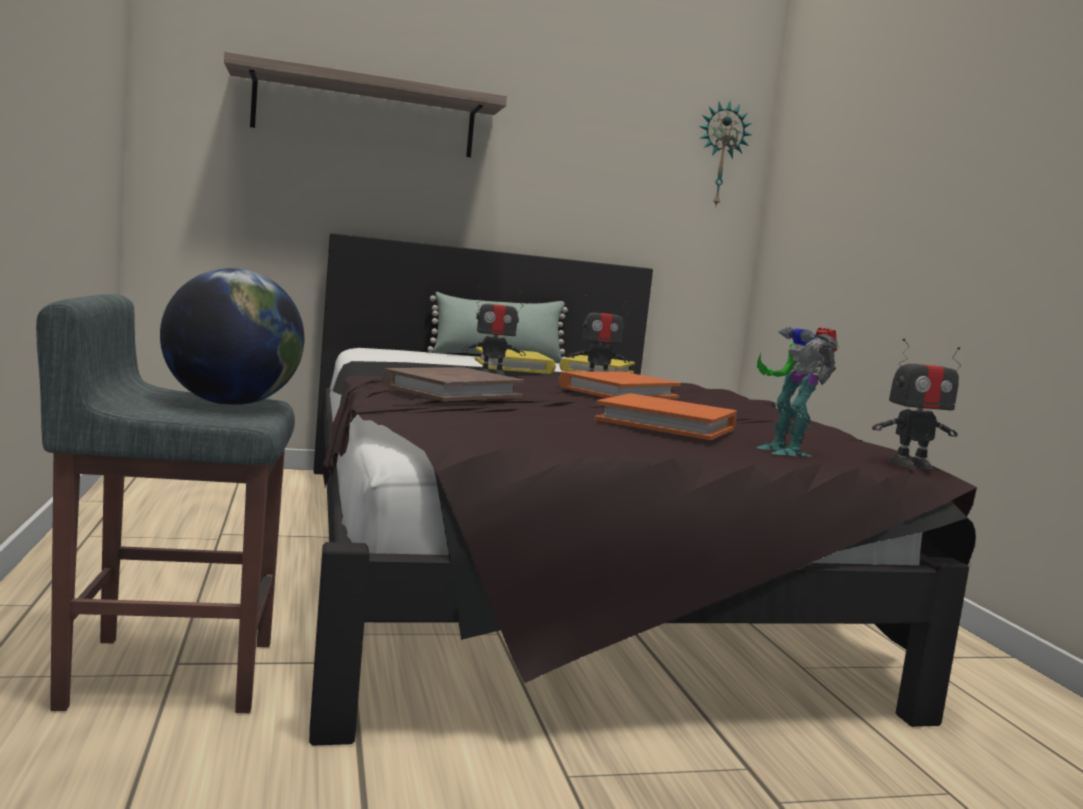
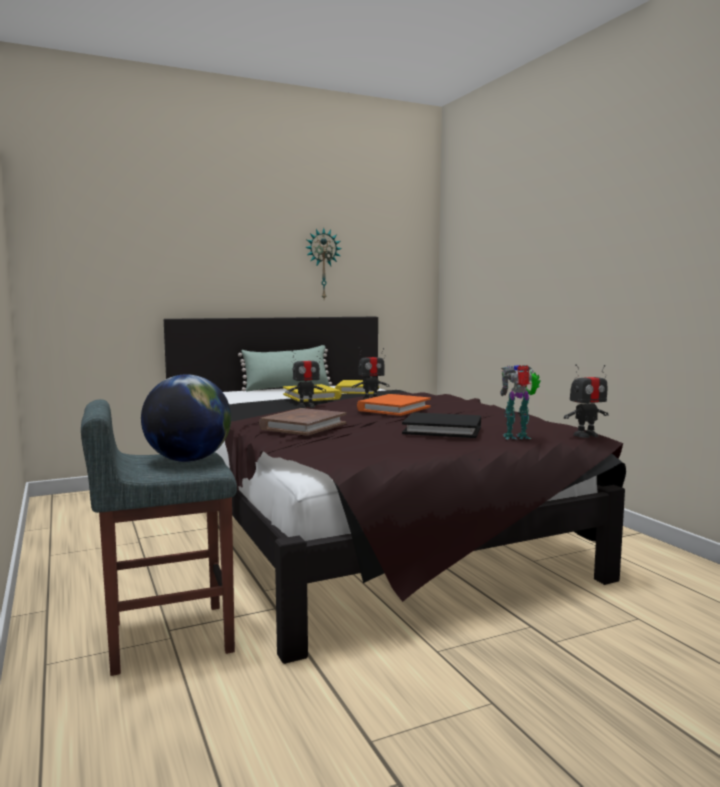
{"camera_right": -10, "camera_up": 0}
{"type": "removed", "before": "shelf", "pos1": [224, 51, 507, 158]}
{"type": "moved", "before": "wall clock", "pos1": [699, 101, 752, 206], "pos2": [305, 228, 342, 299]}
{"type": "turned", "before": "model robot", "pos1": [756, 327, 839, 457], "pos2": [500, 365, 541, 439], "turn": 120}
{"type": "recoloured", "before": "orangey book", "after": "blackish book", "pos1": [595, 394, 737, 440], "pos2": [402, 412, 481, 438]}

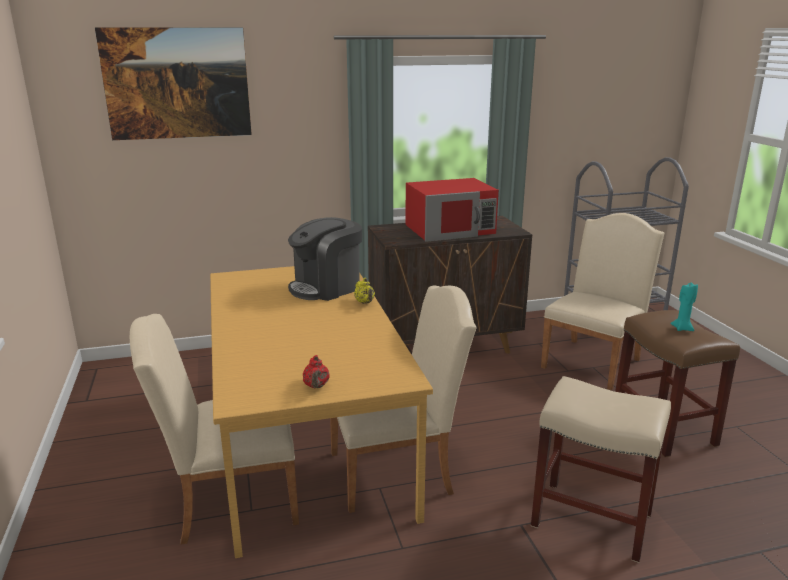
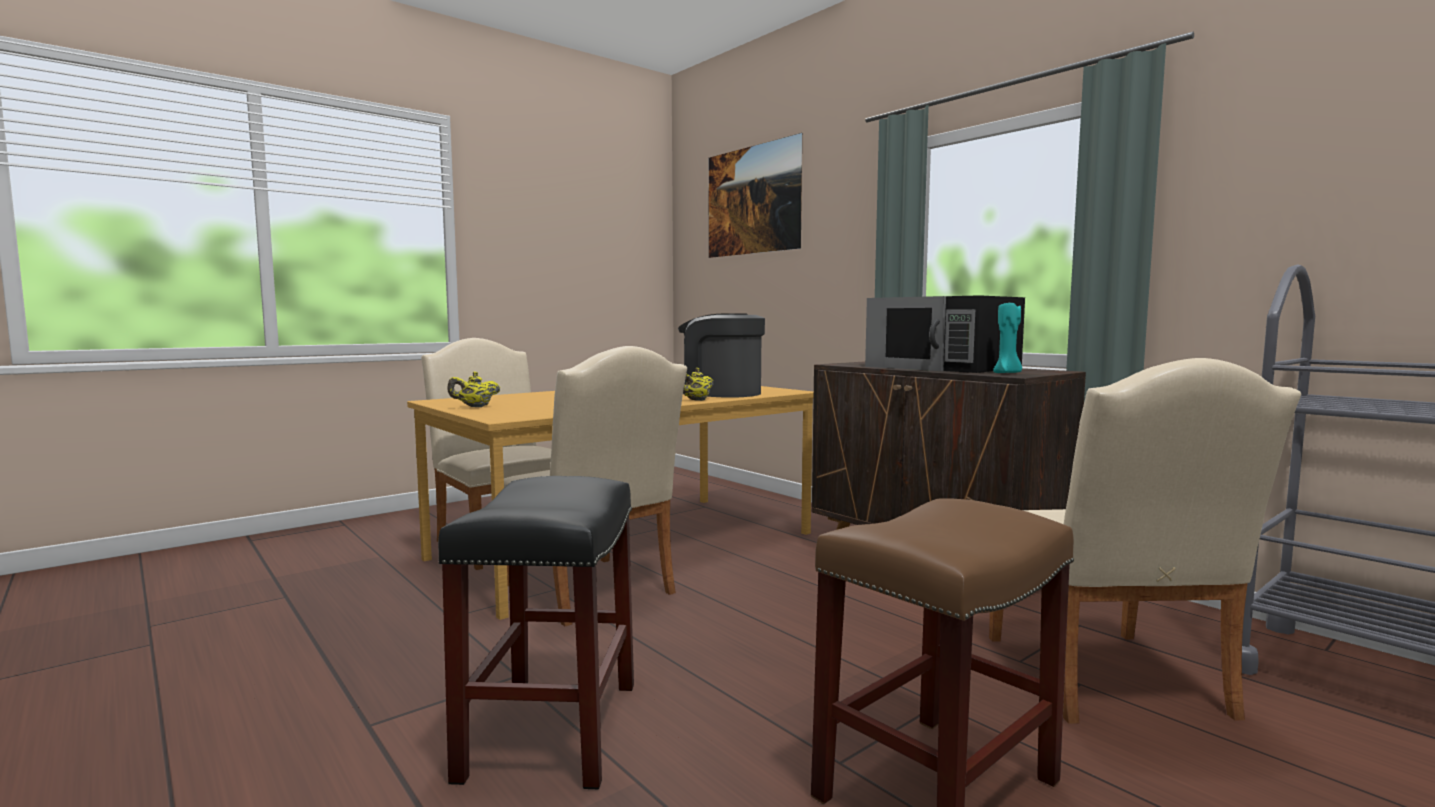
{"camera_right": 65, "camera_up": -15}
{"type": "recoloured", "before": "reddish microwave", "after": "blackish microwave", "pos1": [405, 178, 499, 242], "pos2": [865, 295, 1025, 373]}
{"type": "turned", "before": "beige upright chair", "pos1": [541, 213, 664, 390], "pos2": [989, 358, 1301, 724], "turn": 75}
{"type": "moved", "before": "turquoise-coloured candle", "pos1": [670, 283, 698, 331], "pos2": [993, 303, 1022, 373]}
{"type": "recoloured", "before": "reddish teapot", "after": "yellow teapot", "pos1": [303, 355, 330, 388], "pos2": [448, 371, 500, 407]}
{"type": "recoloured", "before": "beige stool", "after": "blackish stool", "pos1": [531, 376, 671, 563], "pos2": [438, 476, 634, 789]}

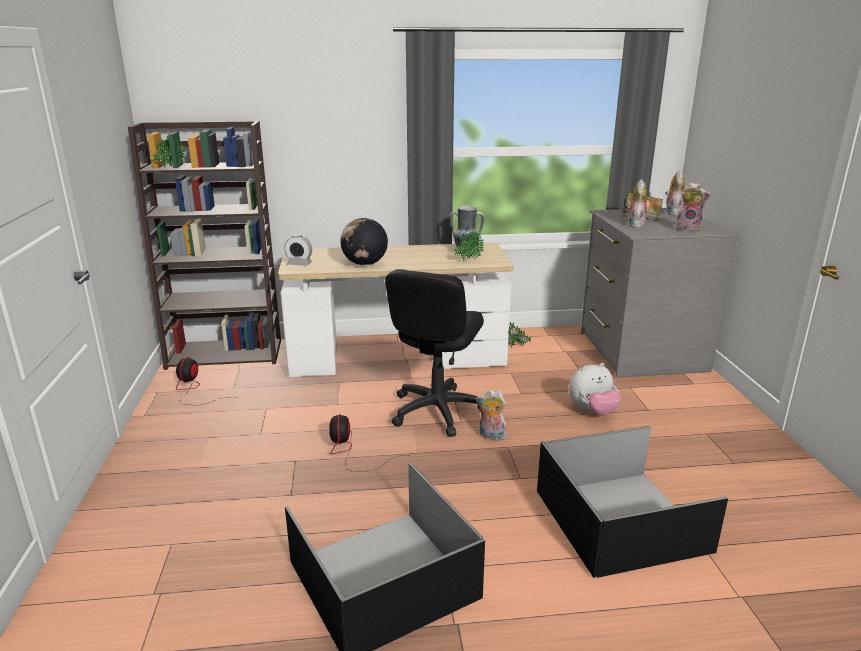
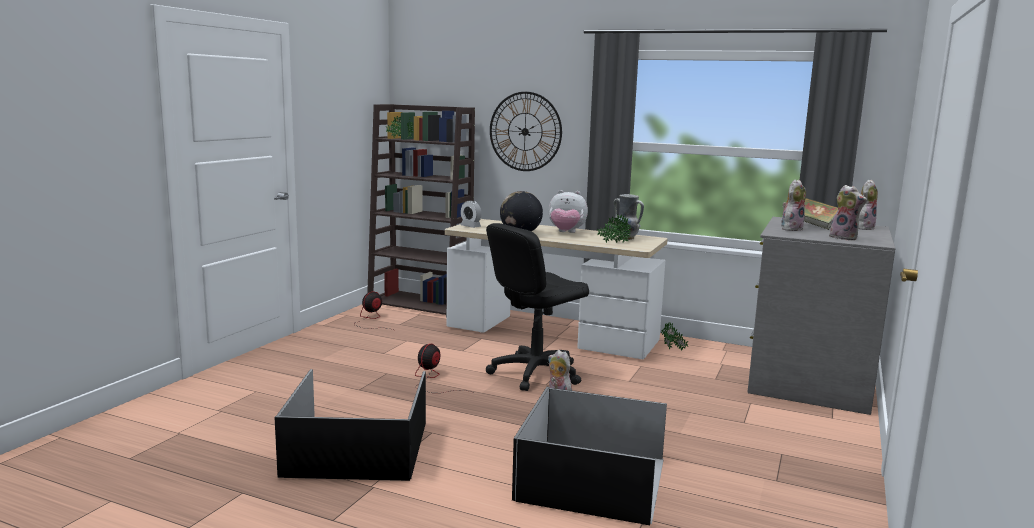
{"camera_right": 30, "camera_up": -10}
{"type": "moved", "before": "cuddly toy", "pos1": [569, 363, 621, 416], "pos2": [548, 190, 588, 233]}
{"type": "added", "after": "wall clock", "pos2": [490, 92, 562, 171]}

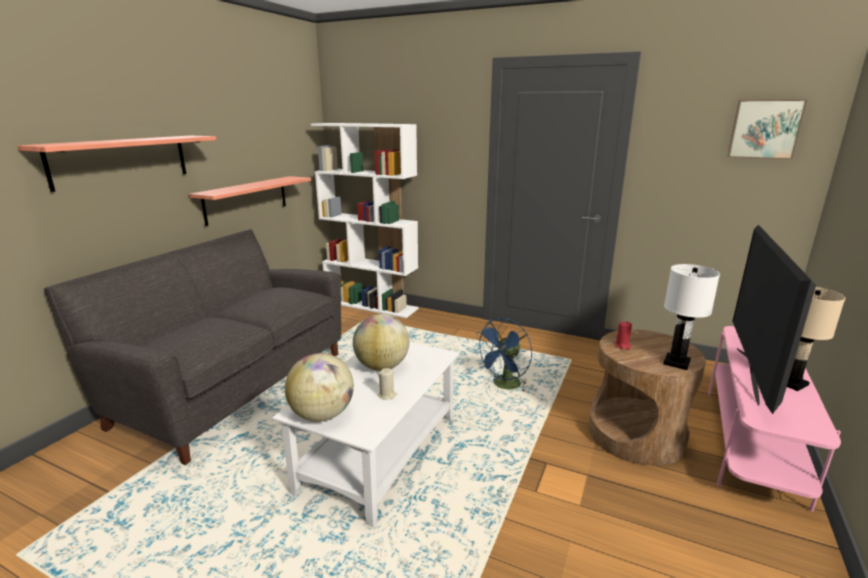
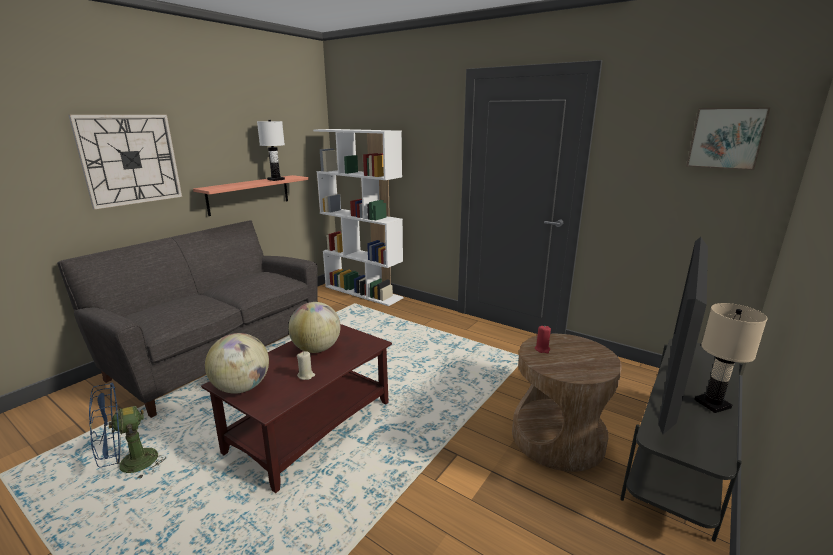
{"camera_right": 10, "camera_up": 0}
{"type": "replaced", "before": "shelf", "after": "wall clock", "pos1": [18, 136, 216, 192], "pos2": [69, 115, 182, 209]}
{"type": "moved", "before": "whitish lamp for a table", "pos1": [663, 264, 720, 370], "pos2": [257, 120, 285, 181]}
{"type": "moved", "before": "blue cooling fan", "pos1": [474, 318, 532, 392], "pos2": [89, 383, 166, 480]}
{"type": "recoloured", "before": "pinkish media console", "after": "grey media console", "pos1": [708, 326, 841, 512], "pos2": [620, 338, 743, 542]}
{"type": "recoloured", "before": "whitish coffee table", "after": "brown-coloured coffee table", "pos1": [273, 342, 459, 527], "pos2": [201, 324, 392, 493]}

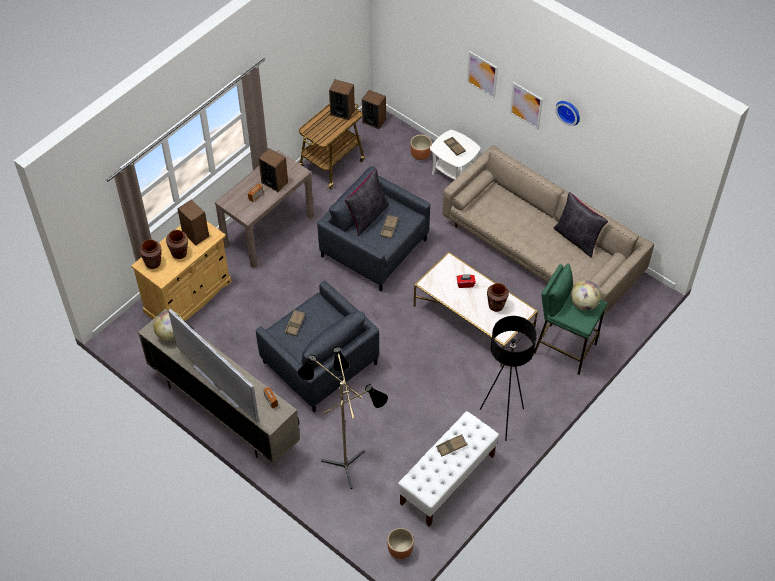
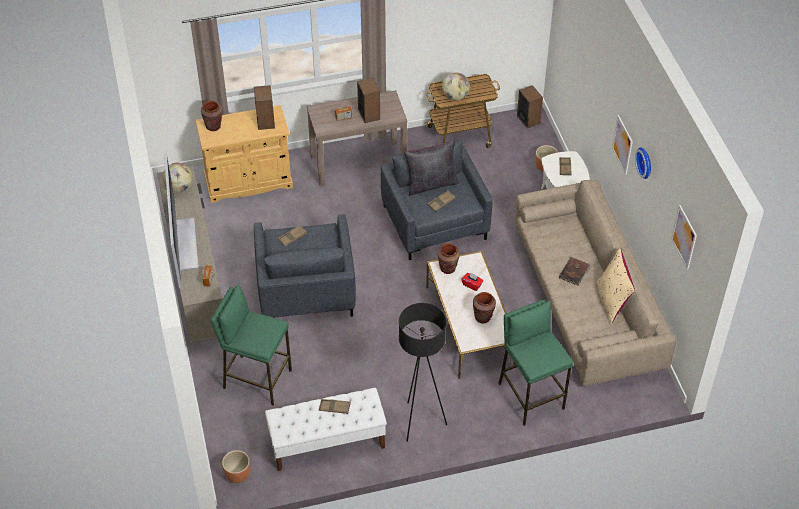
{"camera_right": 35, "camera_up": -5}
{"type": "moved", "before": "picture", "pos1": [467, 51, 498, 98], "pos2": [671, 205, 697, 270]}
{"type": "removed", "before": "loudspeaker", "pos1": [329, 79, 355, 120]}
{"type": "recoloured", "before": "blackish throw pillow", "after": "beige throw pillow", "pos1": [554, 192, 608, 257], "pos2": [597, 248, 635, 324]}
{"type": "moved", "before": "brown-coloured decorative vase", "pos1": [166, 230, 188, 259], "pos2": [438, 243, 460, 274]}
{"type": "moved", "before": "globe", "pos1": [571, 281, 601, 311], "pos2": [442, 73, 470, 101]}
{"type": "replaced", "before": "floor lamp", "after": "green stool", "pos1": [297, 347, 388, 489], "pos2": [210, 285, 292, 405]}
{"type": "added", "after": "brown-coloured book", "pos2": [559, 257, 591, 285]}

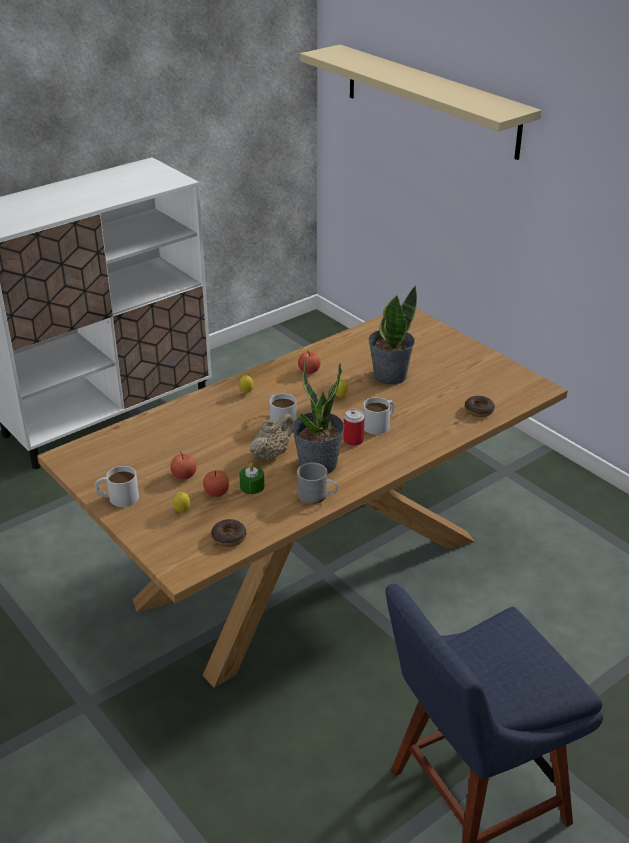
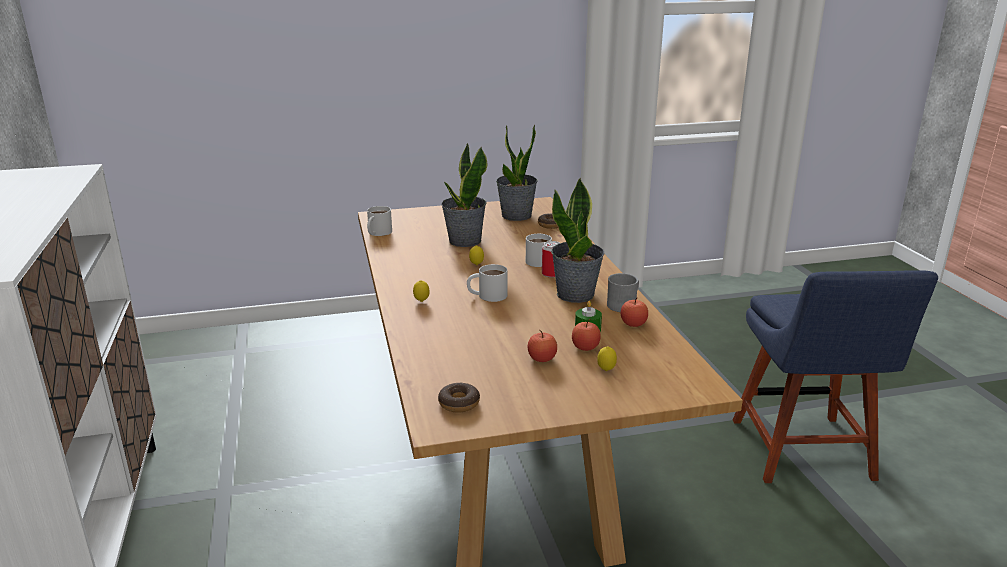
{"camera_right": -65, "camera_up": -10}
{"type": "removed", "before": "beige shelf", "pos1": [300, 45, 542, 160]}
{"type": "moved", "before": "apple fruit", "pos1": [298, 350, 320, 374], "pos2": [621, 298, 648, 327]}
{"type": "removed", "before": "beige teapot", "pos1": [250, 413, 294, 460]}
{"type": "moved", "before": "whitish coffee mug", "pos1": [95, 466, 139, 507], "pos2": [367, 206, 392, 236]}
{"type": "moved", "before": "doughnut", "pos1": [211, 519, 246, 547], "pos2": [438, 383, 480, 413]}
{"type": "added", "after": "plant in a pot", "pos2": [496, 124, 538, 221]}

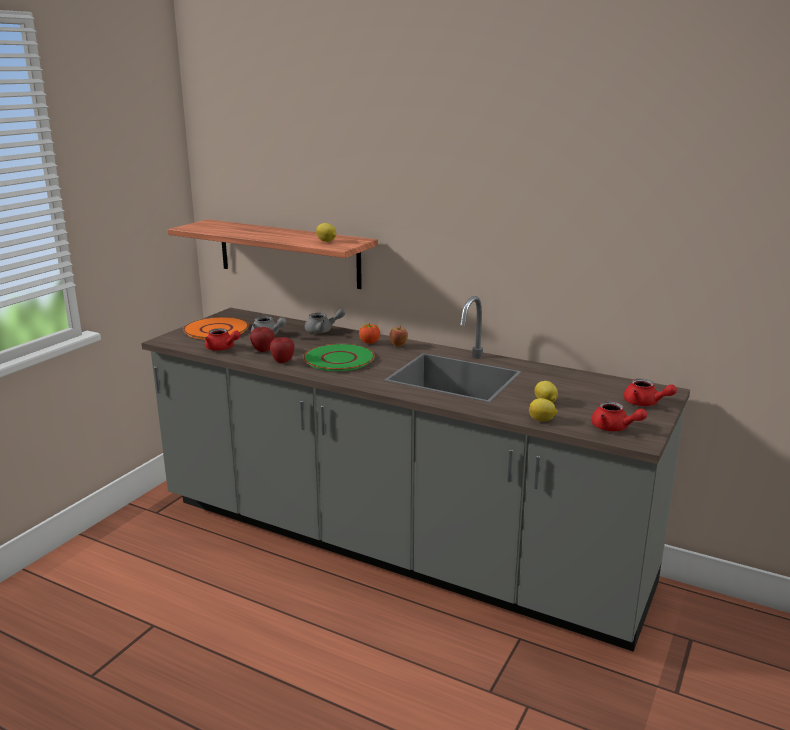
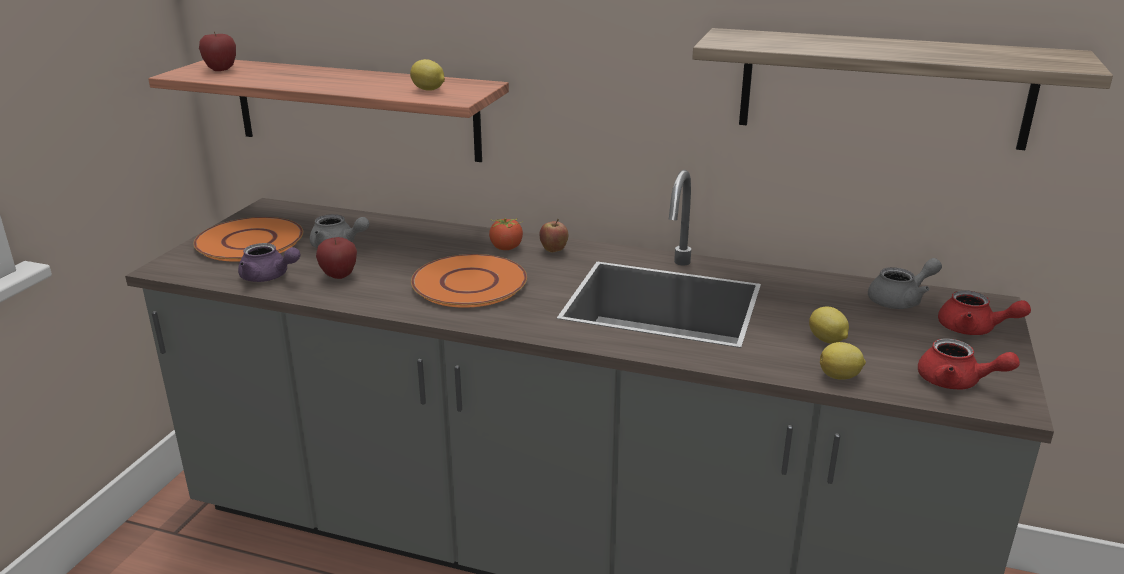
{"camera_right": -10, "camera_up": 5}
{"type": "moved", "before": "grey teapot", "pos1": [305, 309, 345, 333], "pos2": [868, 258, 942, 309]}
{"type": "recoloured", "before": "reddish teapot", "after": "purplish teapot", "pos1": [205, 328, 241, 351], "pos2": [238, 243, 301, 282]}
{"type": "moved", "before": "apple fruit", "pos1": [270, 337, 294, 363], "pos2": [199, 32, 236, 71]}
{"type": "recoloured", "before": "green dinner plate", "after": "orangey dinner plate", "pos1": [303, 344, 375, 371], "pos2": [411, 254, 527, 308]}
{"type": "added", "after": "shelf", "pos2": [692, 28, 1113, 150]}

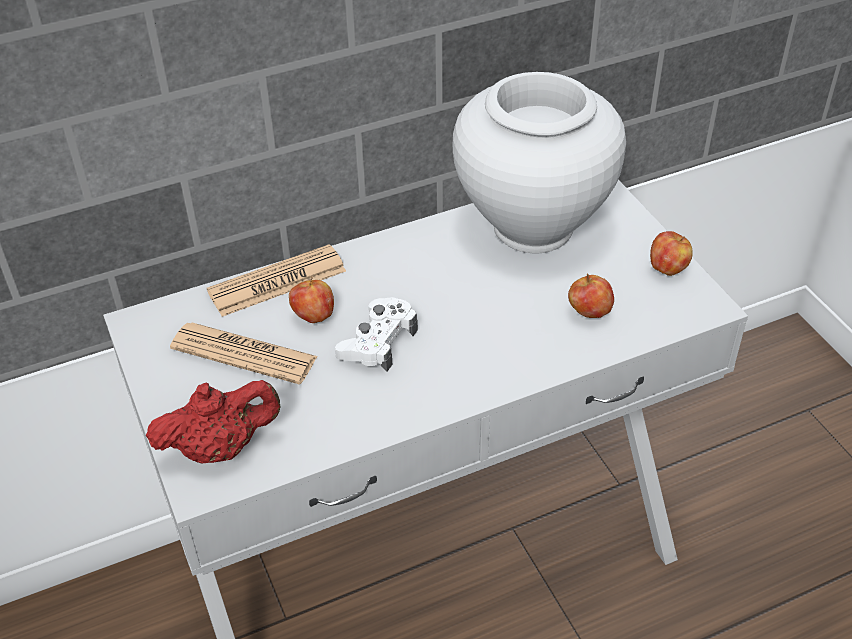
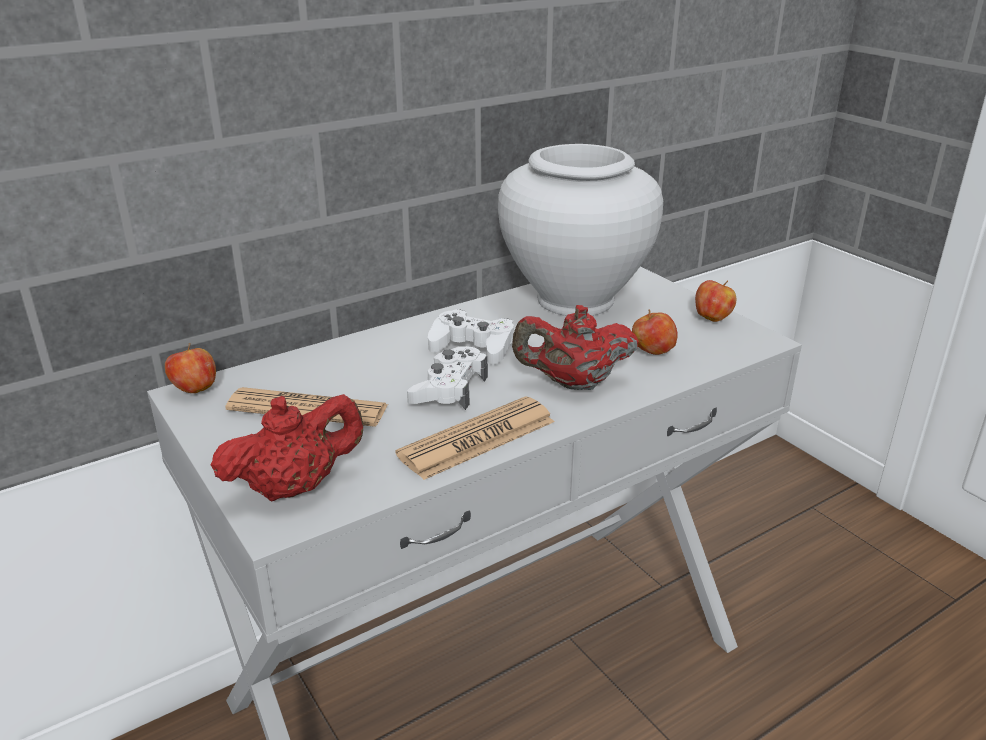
{"camera_right": -10, "camera_up": -15}
{"type": "moved", "before": "newspaper", "pos1": [207, 244, 346, 317], "pos2": [396, 396, 555, 480]}
{"type": "moved", "before": "apple fruit", "pos1": [289, 277, 334, 323], "pos2": [165, 343, 216, 393]}
{"type": "added", "after": "reddish teapot", "pos2": [512, 305, 639, 390]}
{"type": "added", "after": "whitish gamepad", "pos2": [428, 309, 514, 365]}

